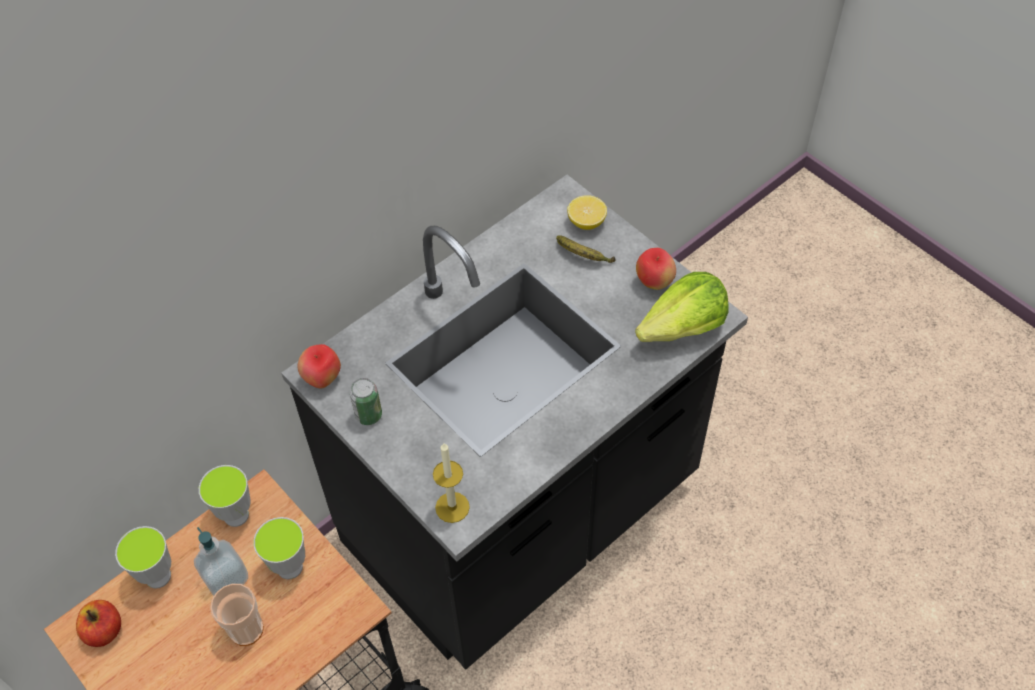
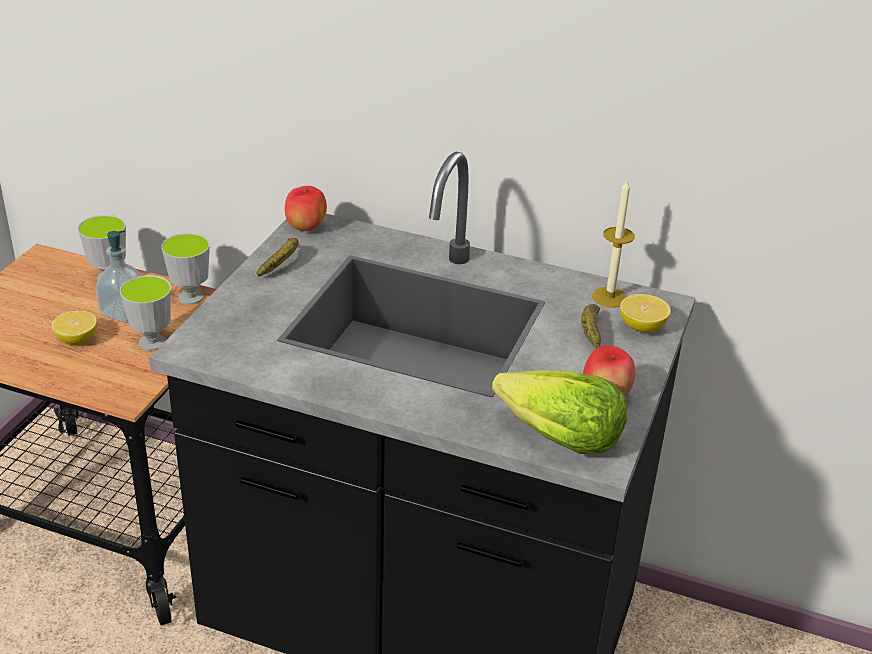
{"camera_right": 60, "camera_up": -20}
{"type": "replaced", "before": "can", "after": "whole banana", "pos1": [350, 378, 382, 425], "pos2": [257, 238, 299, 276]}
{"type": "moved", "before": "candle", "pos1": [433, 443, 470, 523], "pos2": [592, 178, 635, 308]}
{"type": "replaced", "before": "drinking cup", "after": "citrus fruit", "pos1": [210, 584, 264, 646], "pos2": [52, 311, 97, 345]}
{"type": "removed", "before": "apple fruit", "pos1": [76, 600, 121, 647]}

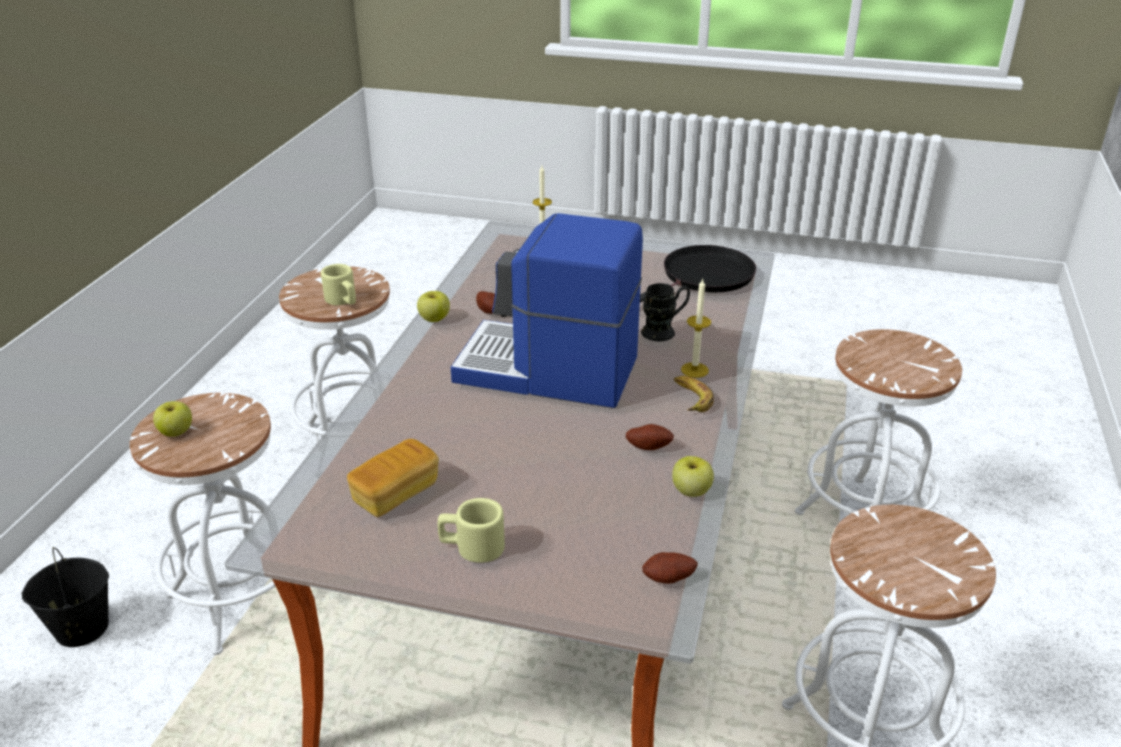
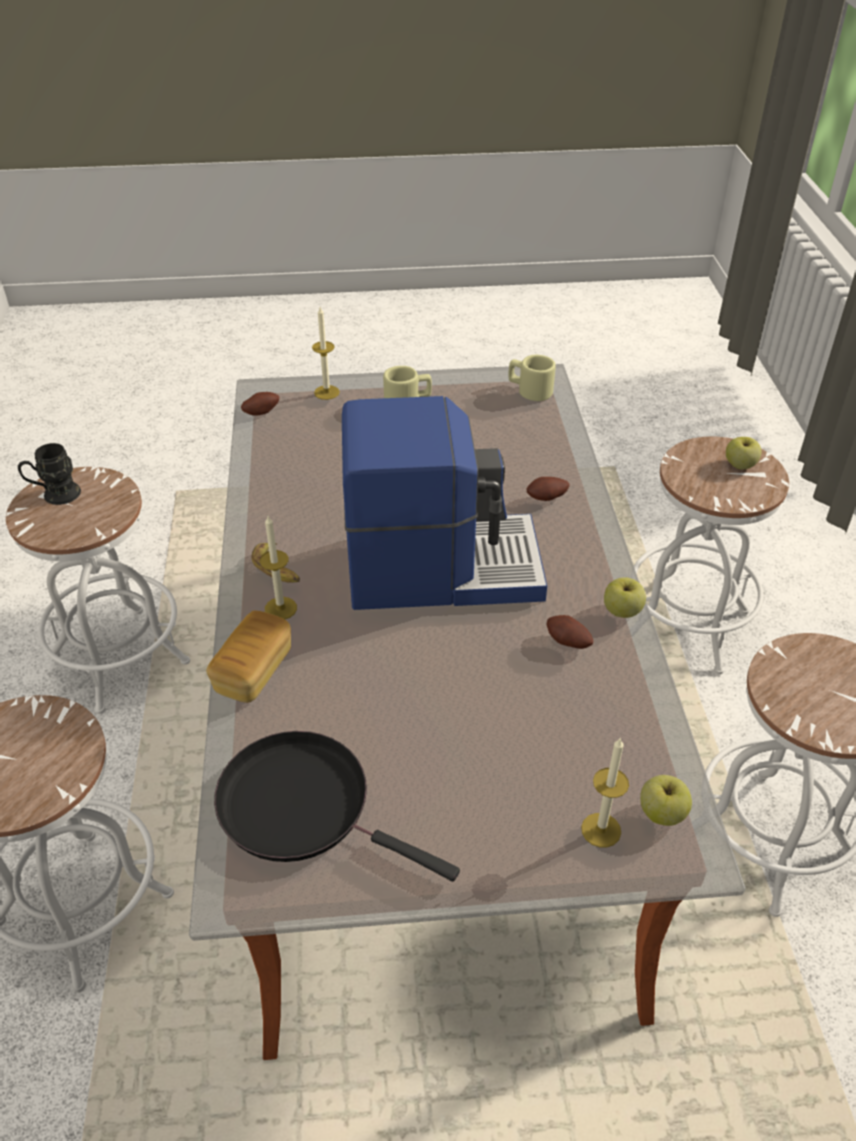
{"camera_right": 160, "camera_up": 10}
{"type": "turned", "before": "blackish pan", "pos1": [640, 245, 756, 302], "pos2": [214, 731, 460, 882], "turn": 90}
{"type": "moved", "before": "beige coffee mug", "pos1": [321, 264, 356, 305], "pos2": [509, 355, 556, 401]}
{"type": "moved", "before": "blackish coffee mug", "pos1": [641, 283, 690, 341], "pos2": [18, 443, 81, 505]}
{"type": "moved", "before": "whole potato", "pos1": [626, 424, 674, 450], "pos2": [527, 477, 570, 501]}
{"type": "moved", "before": "baked bread", "pos1": [347, 439, 439, 517], "pos2": [206, 611, 291, 703]}
{"type": "moved", "before": "apple fruit", "pos1": [672, 456, 714, 497], "pos2": [640, 775, 692, 826]}
{"type": "removed", "before": "blackish water bucket", "pos1": [21, 547, 109, 647]}
{"type": "added", "after": "candle", "pos2": [312, 307, 340, 400]}

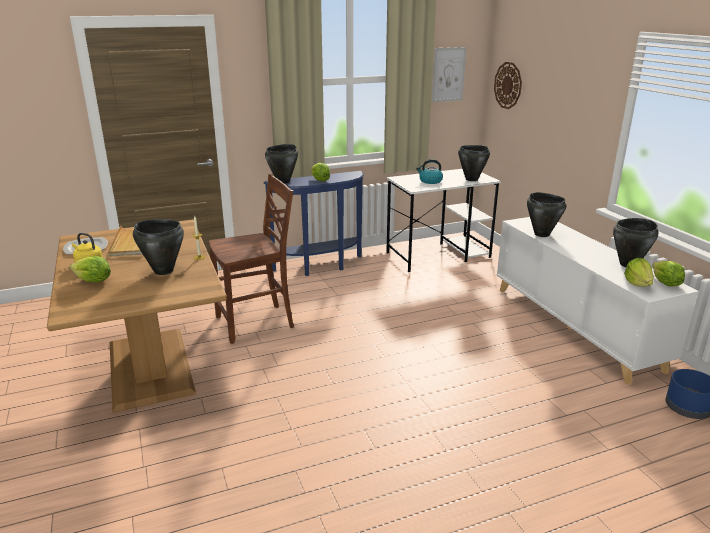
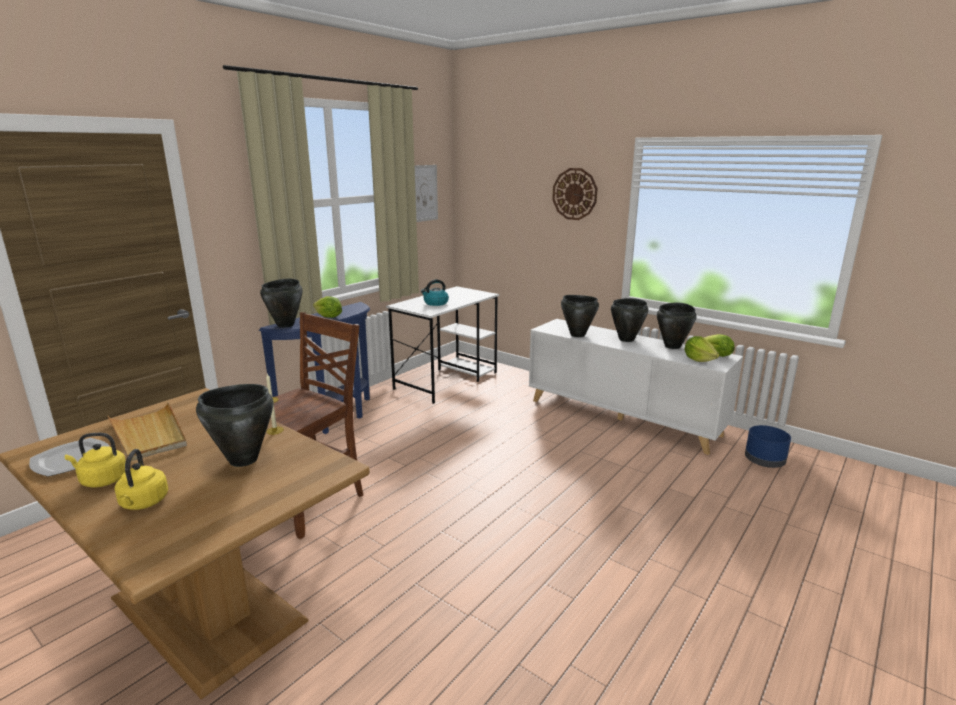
{"camera_right": -30, "camera_up": -5}
{"type": "moved", "before": "wall clock", "pos1": [494, 62, 522, 109], "pos2": [552, 168, 598, 220]}
{"type": "moved", "before": "blackish saucepot", "pos1": [458, 145, 490, 181], "pos2": [611, 298, 648, 342]}
{"type": "replaced", "before": "lettuce", "after": "yellow kettle", "pos1": [70, 256, 111, 282], "pos2": [115, 449, 168, 510]}

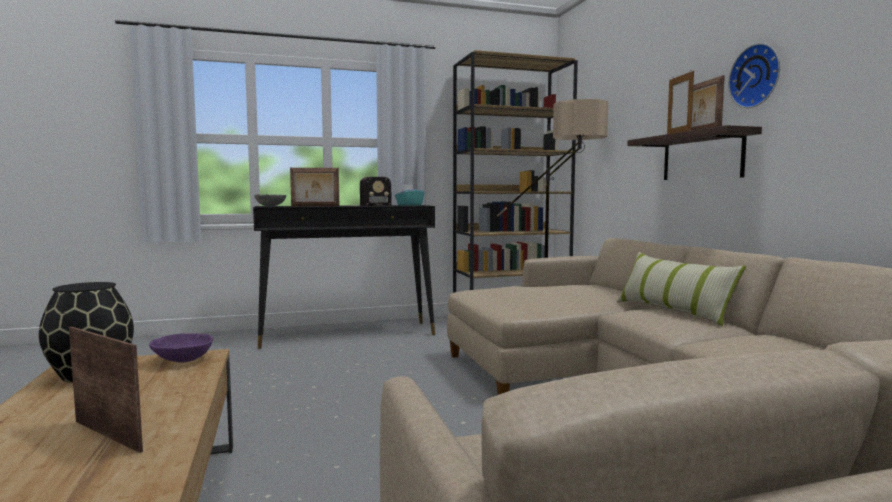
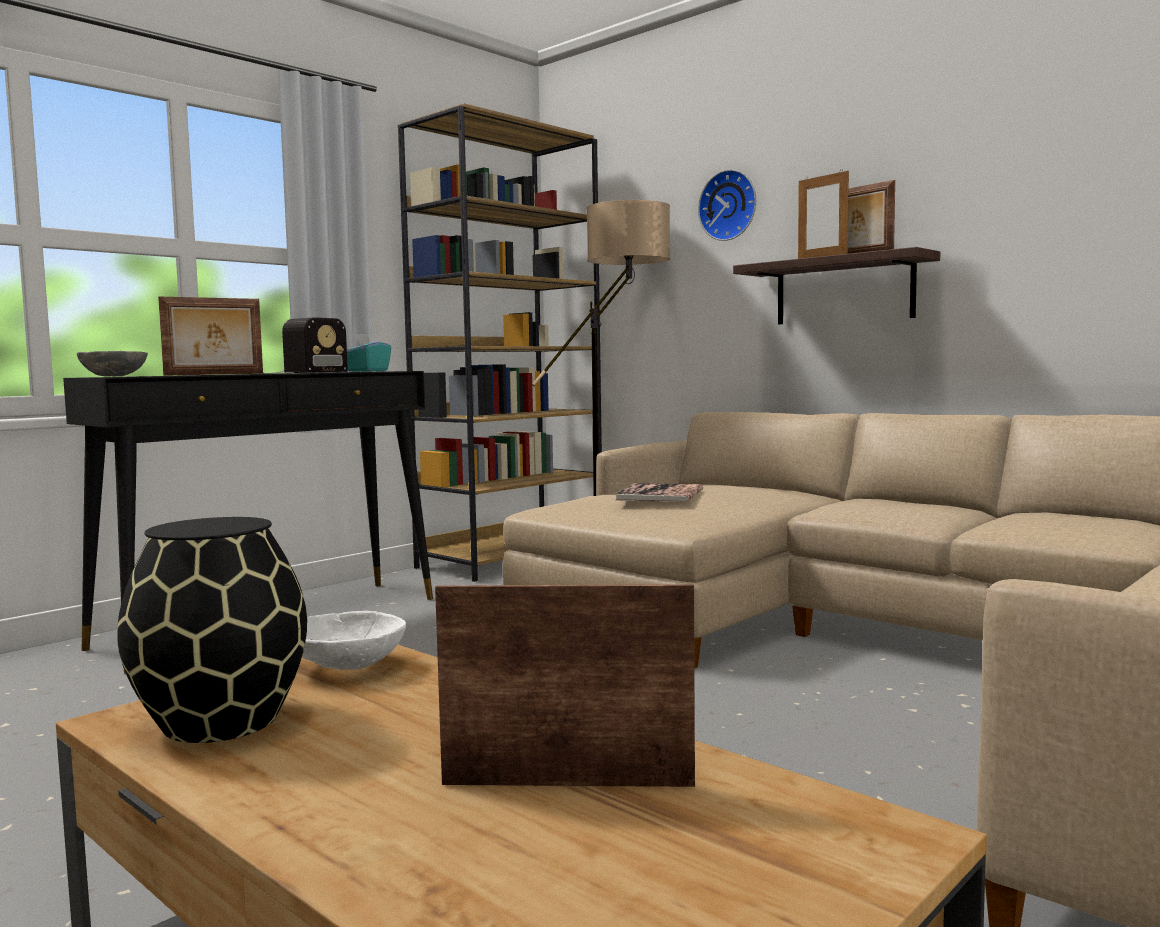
{"camera_right": -30, "camera_up": 0}
{"type": "moved", "before": "wall clock", "pos1": [728, 43, 780, 108], "pos2": [698, 169, 756, 241]}
{"type": "removed", "before": "throw pillow", "pos1": [616, 252, 747, 326]}
{"type": "recoloured", "before": "purplish deep dish", "after": "whitish deep dish", "pos1": [149, 333, 213, 363], "pos2": [302, 611, 406, 670]}
{"type": "added", "after": "book", "pos2": [615, 483, 703, 502]}

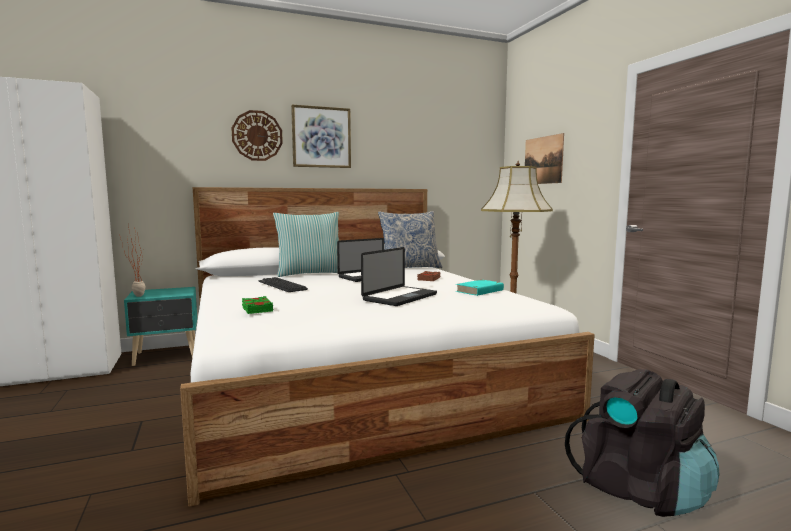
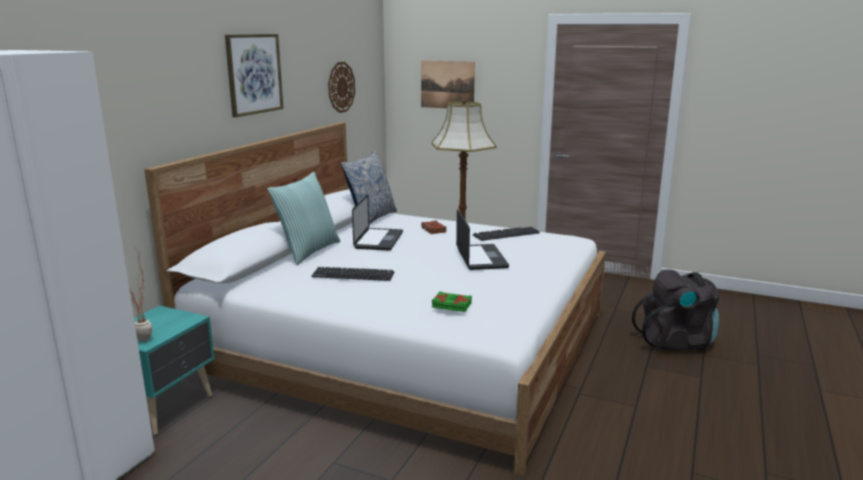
{"camera_right": -45, "camera_up": 10}
{"type": "moved", "before": "wall clock", "pos1": [232, 110, 283, 161], "pos2": [328, 62, 355, 113]}
{"type": "replaced", "before": "turquoise-coloured book", "after": "computer keyboard", "pos1": [456, 280, 504, 296], "pos2": [473, 227, 540, 241]}

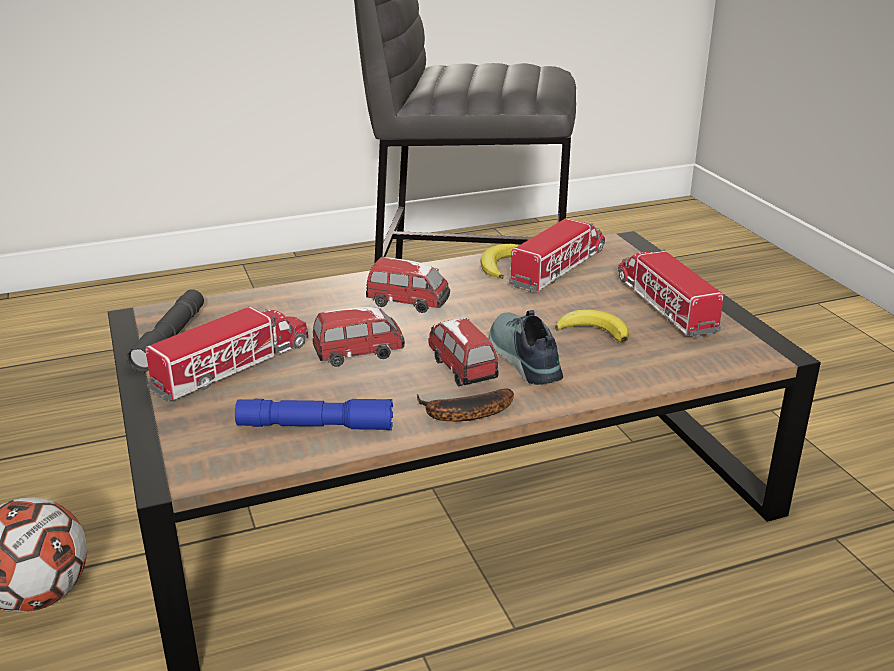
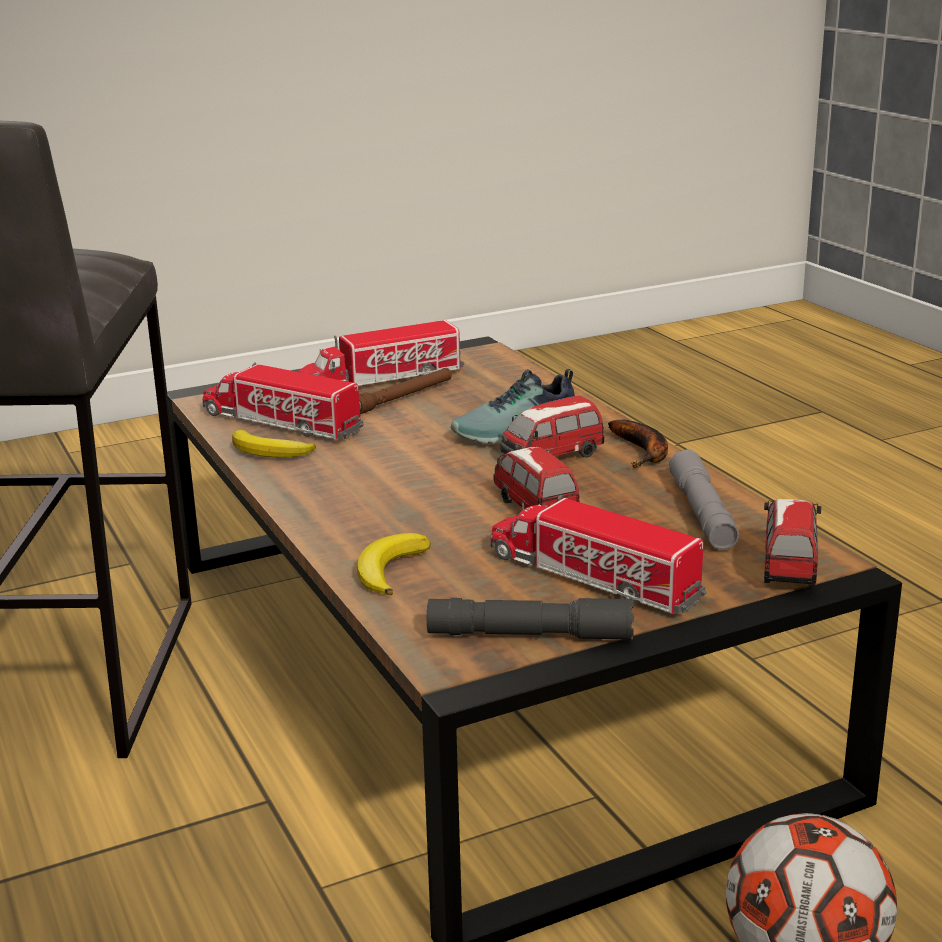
{"camera_right": -95, "camera_up": -5}
{"type": "moved", "before": "model car", "pos1": [366, 257, 450, 313], "pos2": [764, 499, 821, 587]}
{"type": "moved", "before": "whole banana", "pos1": [555, 310, 629, 343], "pos2": [357, 533, 431, 596]}
{"type": "recoloured", "before": "blue hand torch", "after": "grey hand torch", "pos1": [235, 399, 393, 430], "pos2": [669, 449, 739, 550]}
{"type": "added", "after": "brown-coloured hand torch", "pos2": [359, 368, 452, 414]}

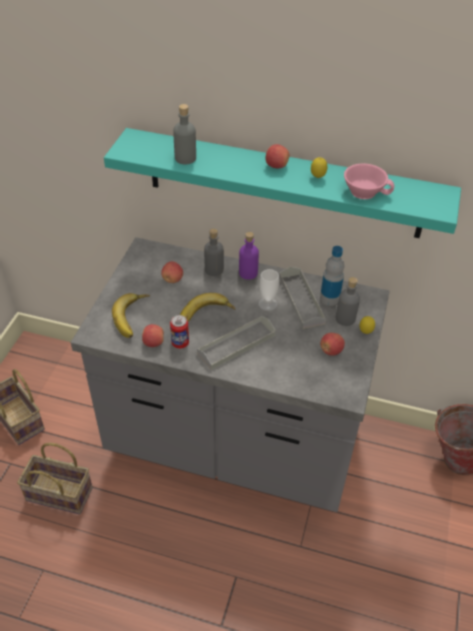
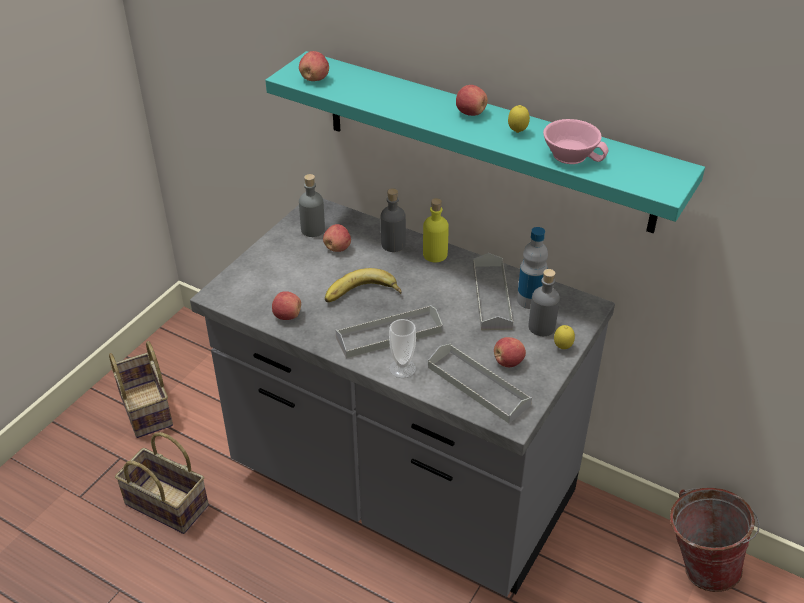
{"camera_right": 15, "camera_up": -5}
{"type": "moved", "before": "grey beverage bottle", "pos1": [173, 104, 196, 165], "pos2": [299, 174, 325, 237]}
{"type": "recoloured", "before": "purplish beverage bottle", "after": "yellow beverage bottle", "pos1": [239, 232, 259, 280], "pos2": [423, 198, 449, 262]}
{"type": "moved", "before": "drinking cup", "pos1": [258, 269, 279, 311], "pos2": [389, 319, 416, 378]}
{"type": "removed", "before": "whole banana", "pos1": [112, 293, 150, 338]}
{"type": "removed", "before": "can", "pos1": [170, 315, 189, 349]}
{"type": "added", "after": "apple fruit", "pos2": [299, 51, 329, 81]}
{"type": "added", "after": "grey tray", "pos2": [428, 343, 532, 424]}

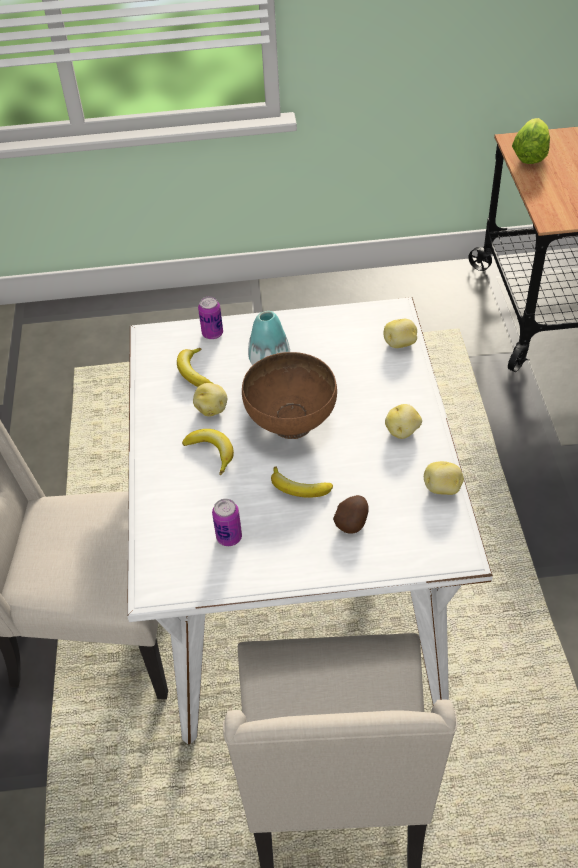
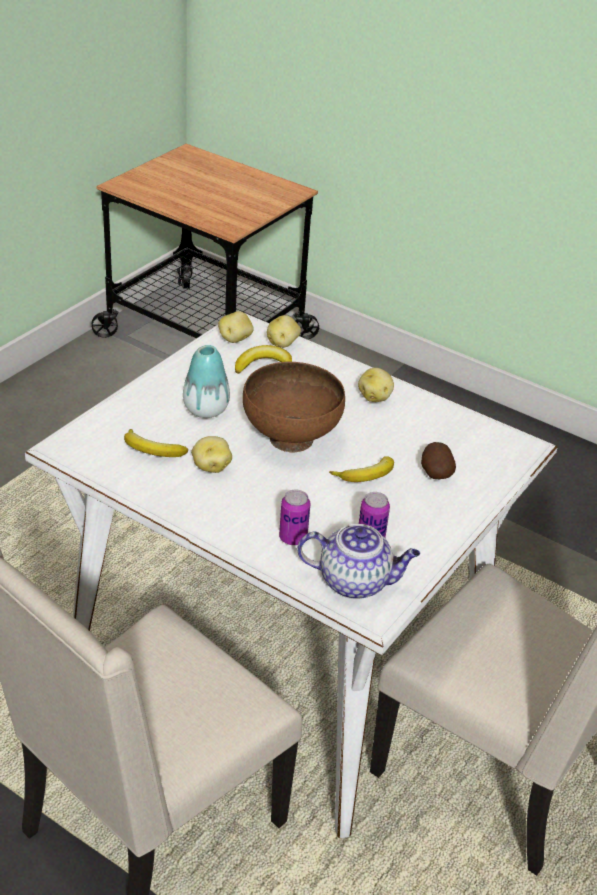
{"camera_right": -55, "camera_up": -10}
{"type": "removed", "before": "lettuce", "pos1": [512, 118, 550, 164]}
{"type": "moved", "before": "can", "pos1": [198, 297, 223, 339], "pos2": [279, 490, 310, 545]}
{"type": "moved", "before": "whole banana", "pos1": [182, 429, 234, 475], "pos2": [235, 345, 292, 374]}
{"type": "moved", "before": "whole potato", "pos1": [424, 461, 464, 495], "pos2": [218, 311, 254, 343]}
{"type": "added", "after": "teapot", "pos2": [297, 524, 420, 599]}

